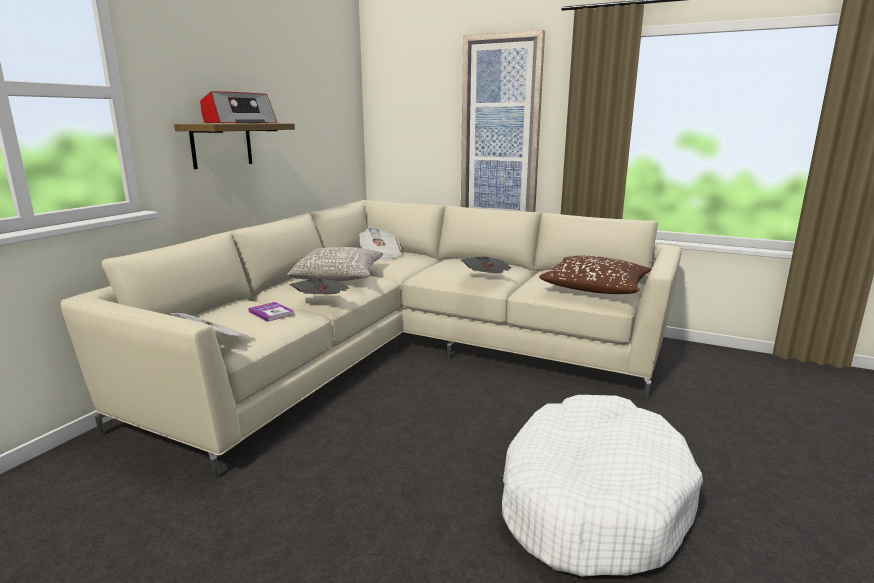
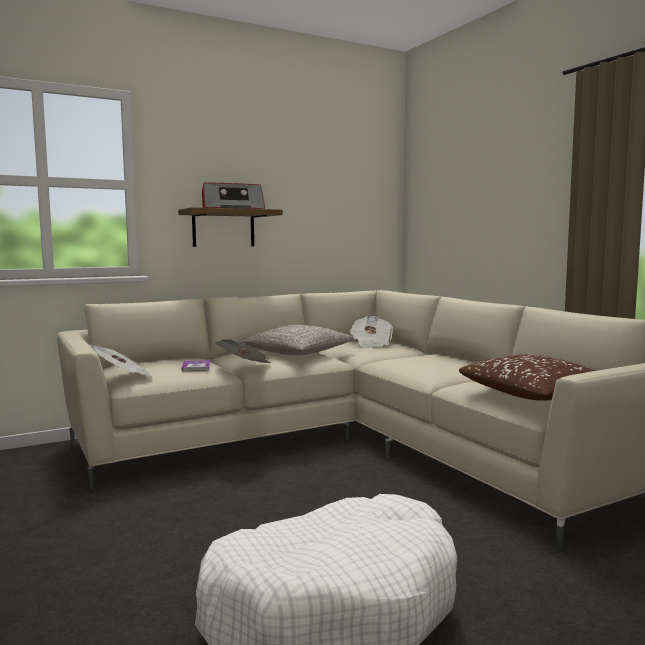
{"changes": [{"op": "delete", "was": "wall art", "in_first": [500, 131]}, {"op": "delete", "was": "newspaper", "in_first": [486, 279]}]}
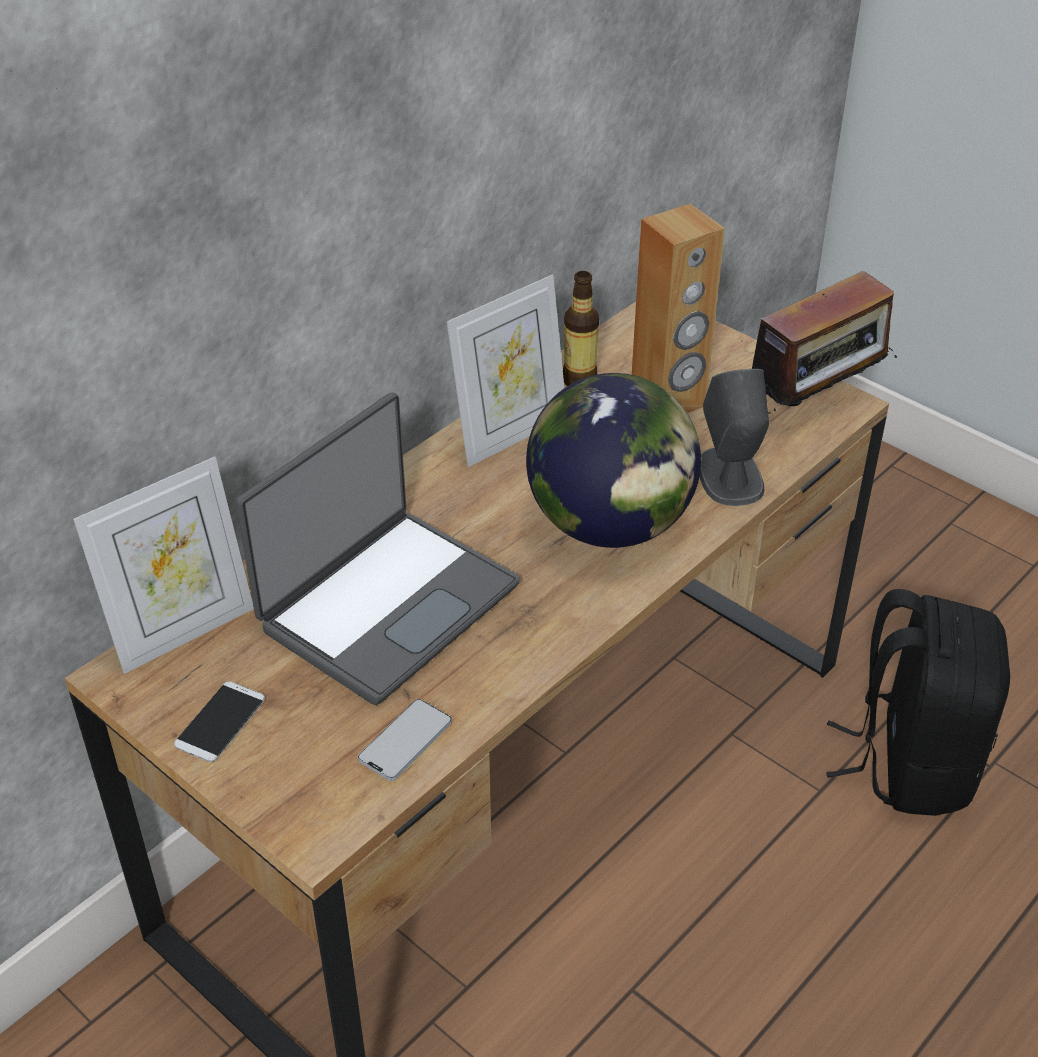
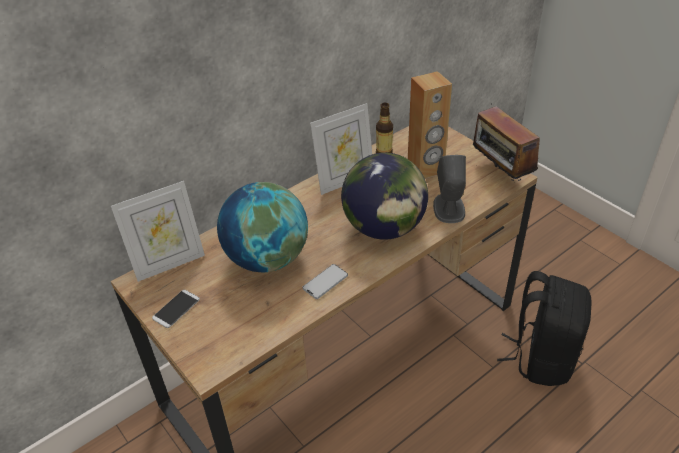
{"changes": [{"op": "replace", "was": "laptop", "now": "globe", "in_first": [386, 605], "in_second": [267, 258]}, {"op": "move", "was": "telephone", "in_first": [405, 741], "in_second": [325, 282]}, {"op": "rotate", "was": "radio", "in_first": [816, 403], "in_second": [500, 174], "clockwise": 90}]}
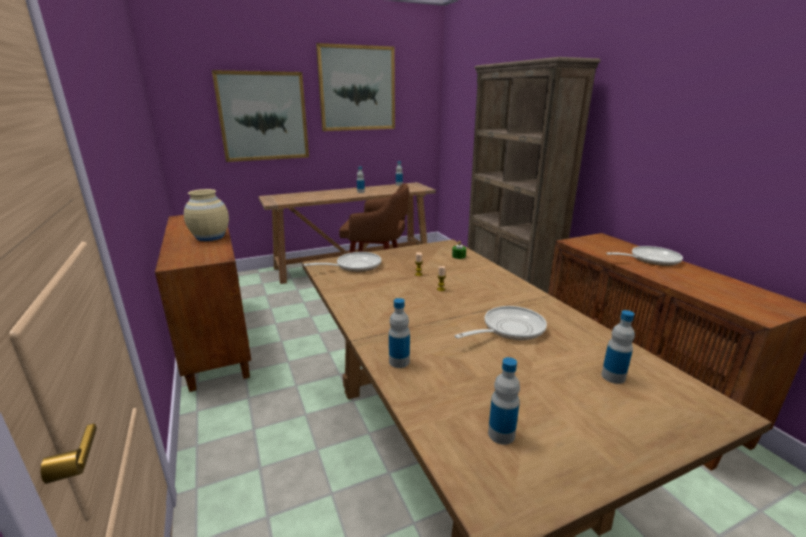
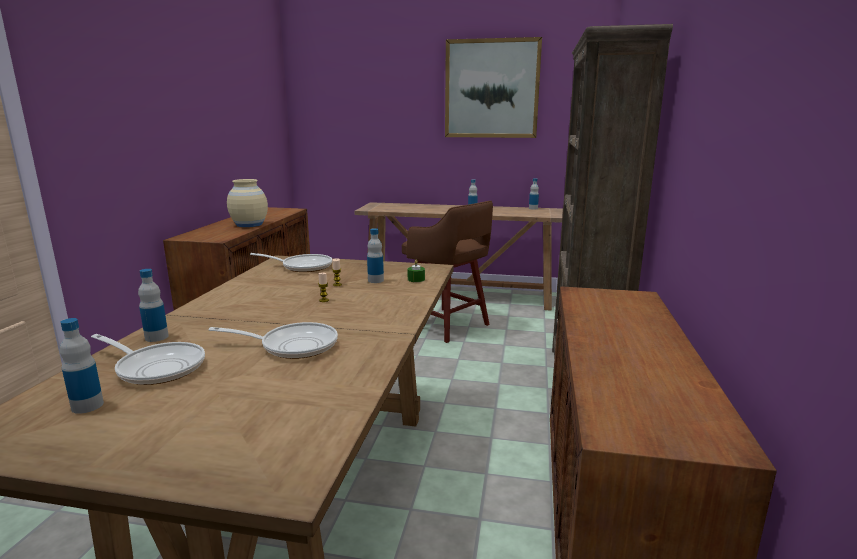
{"changes": [{"op": "delete", "was": "wall art", "in_first": [263, 116]}, {"op": "move", "was": "drink bottle", "in_first": [613, 376], "in_second": [375, 280]}, {"op": "move", "was": "skillet", "in_first": [650, 260], "in_second": [157, 367]}]}
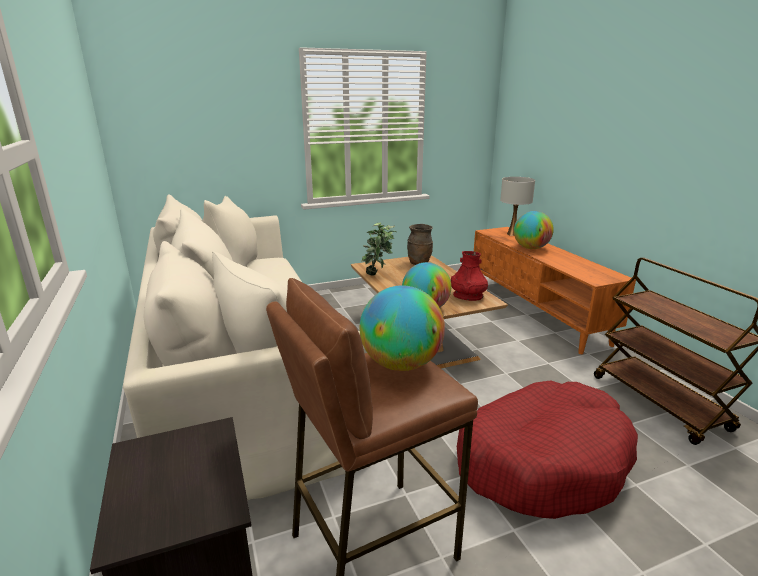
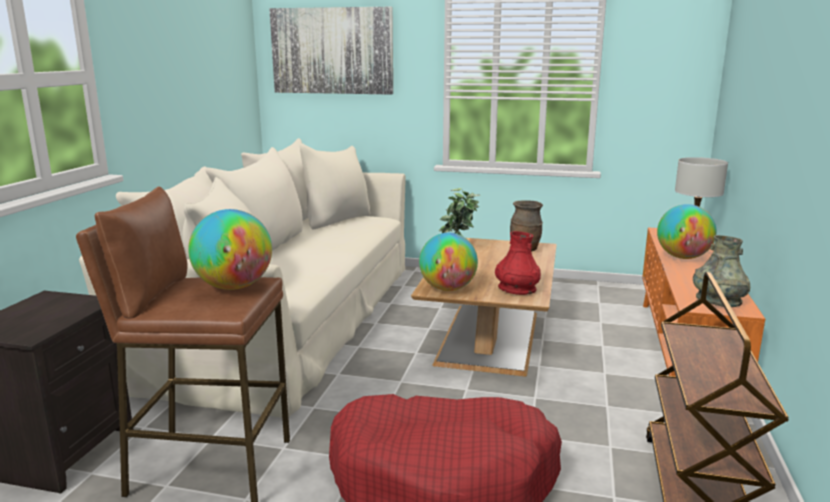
{"changes": [{"op": "insert", "now": "wall art", "in_second": [332, 51]}, {"op": "insert", "now": "greyish vase", "in_second": [718, 301]}]}
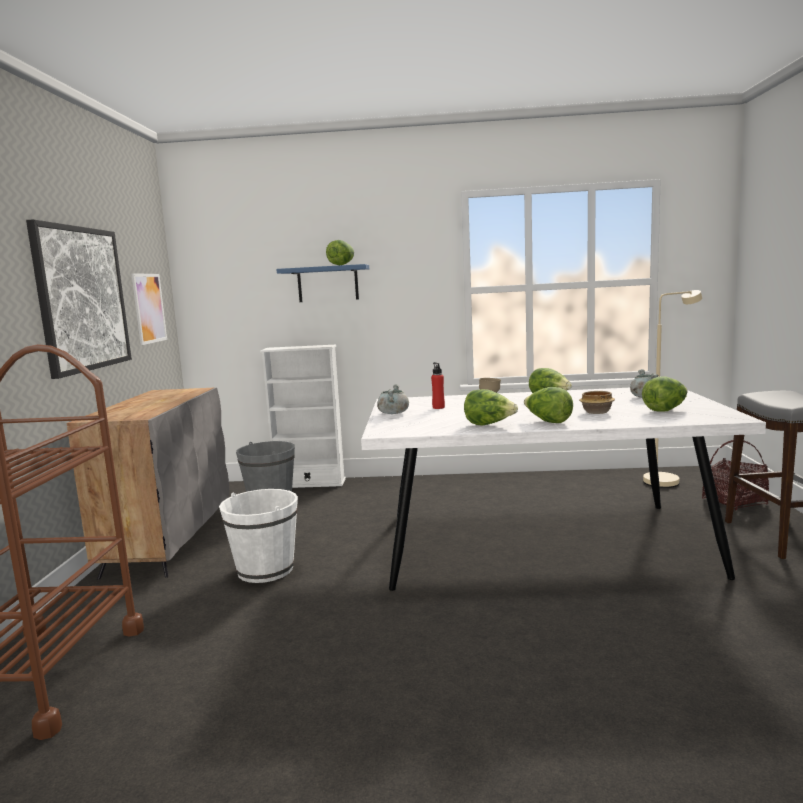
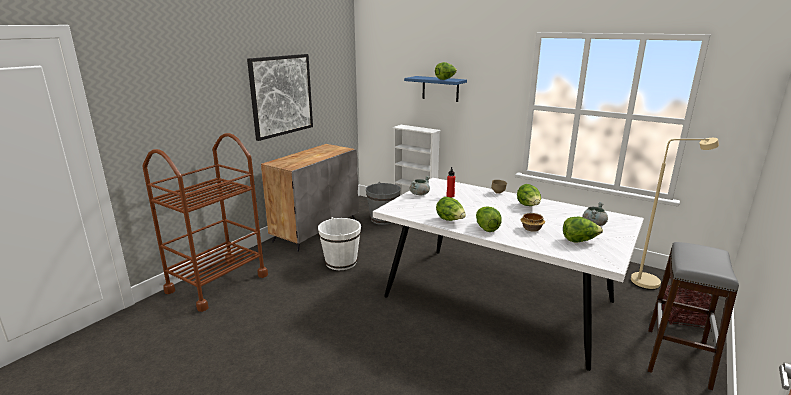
{"changes": [{"op": "delete", "was": "wall art", "in_first": [149, 308]}]}
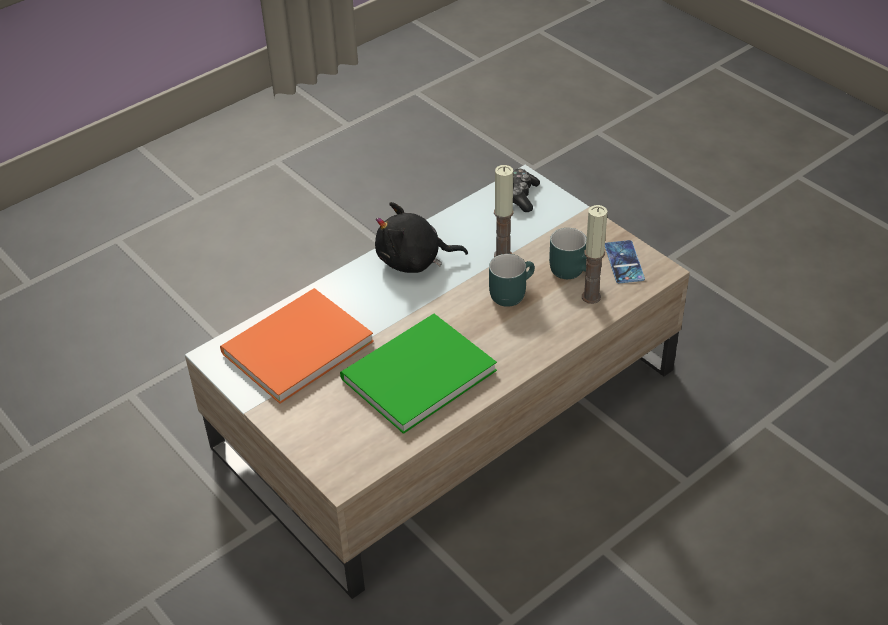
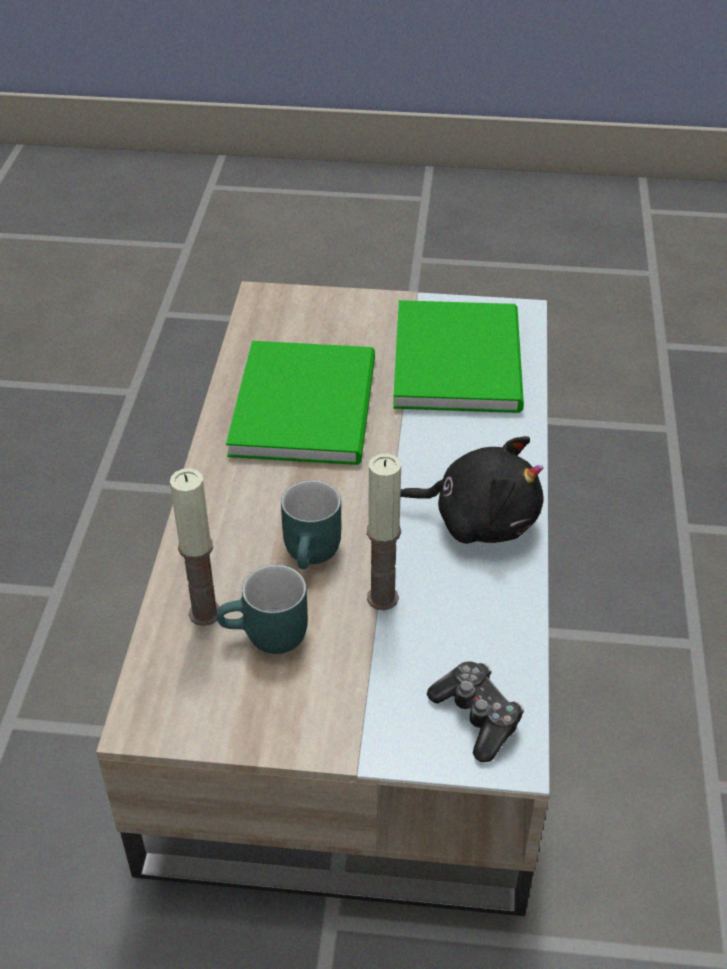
{"changes": [{"op": "recolor", "was": "orange bound book", "now": "green bound book", "in_first": [292, 347], "in_second": [461, 357]}, {"op": "rotate", "was": "blackish plush toy", "in_first": [414, 261], "in_second": [479, 519], "clockwise": 60}, {"op": "delete", "was": "telephone", "in_first": [624, 262]}]}
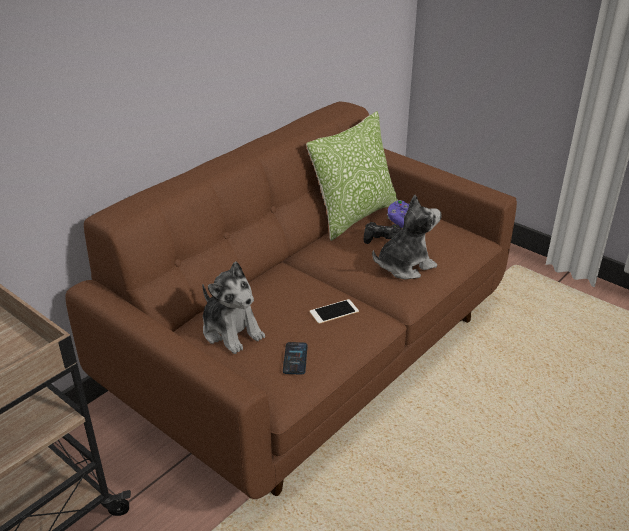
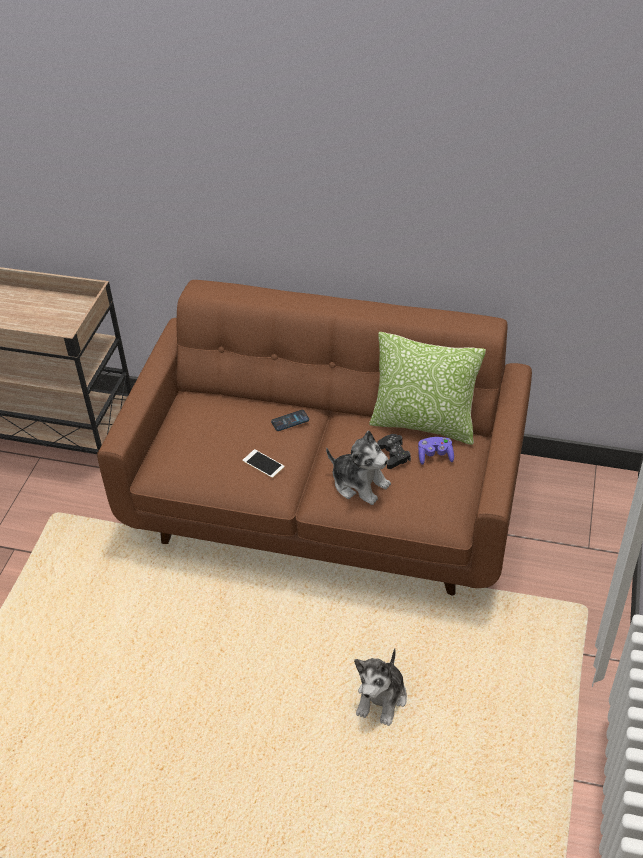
{"changes": [{"op": "move", "was": "plush toy", "in_first": [231, 331], "in_second": [382, 698]}, {"op": "move", "was": "telephone", "in_first": [295, 359], "in_second": [290, 421]}]}
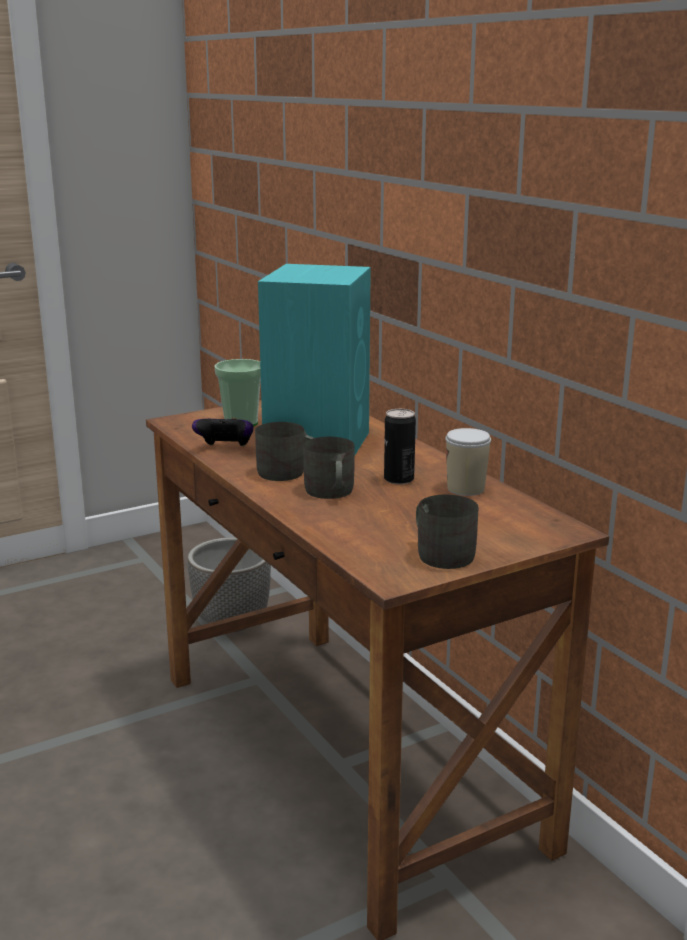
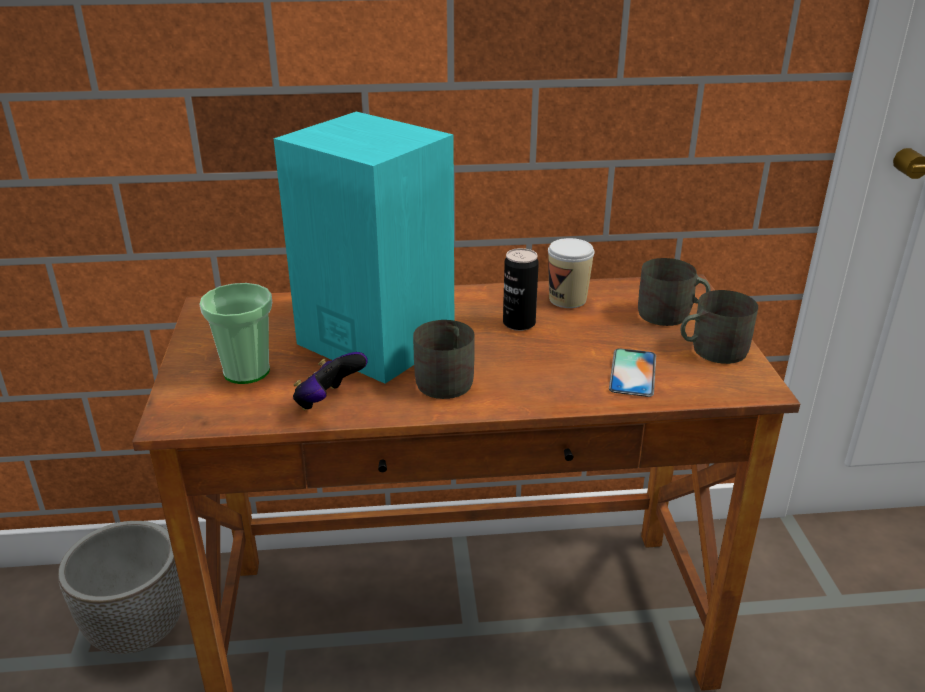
{"changes": [{"op": "move", "was": "greyish coffee mug", "in_first": [330, 492], "in_second": [671, 315]}, {"op": "insert", "now": "telephone", "in_second": [633, 373]}]}
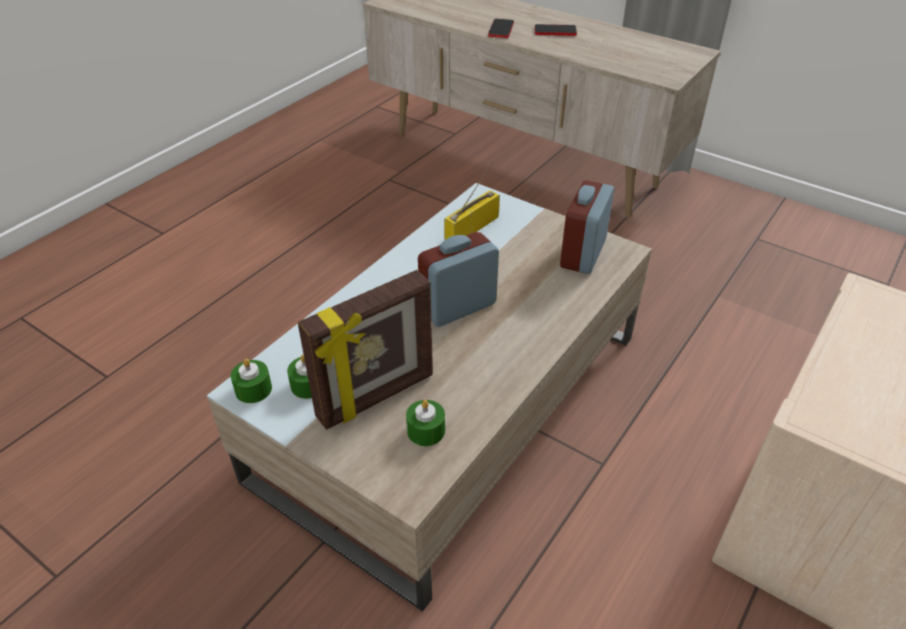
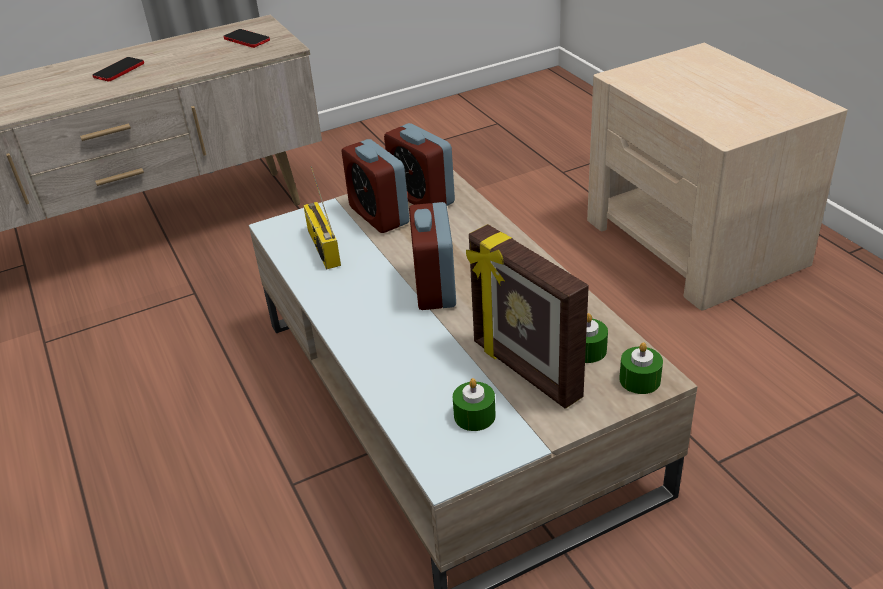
{"changes": [{"op": "move", "was": "green wax light", "in_first": [253, 389], "in_second": [639, 380]}, {"op": "rotate", "was": "standing frame", "in_first": [377, 397], "in_second": [524, 371], "clockwise": 150}, {"op": "move", "was": "telephone", "in_first": [501, 29], "in_second": [247, 39]}, {"op": "insert", "now": "table clock", "in_second": [379, 215]}]}
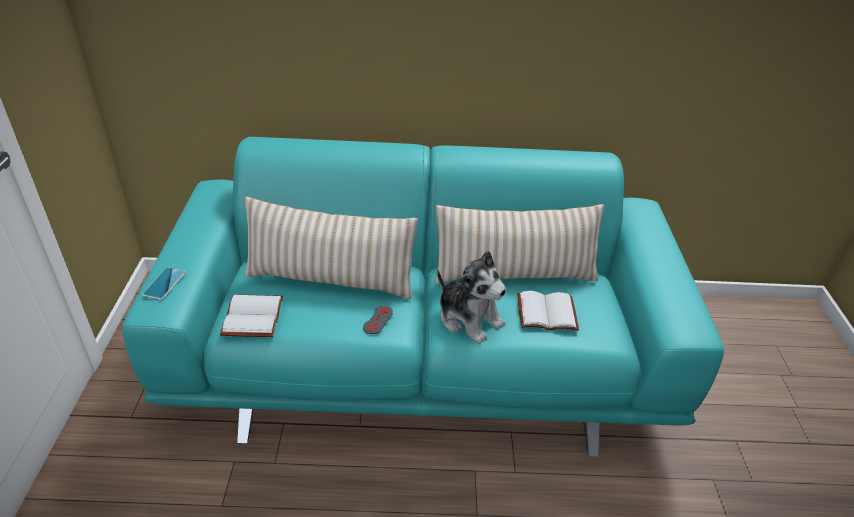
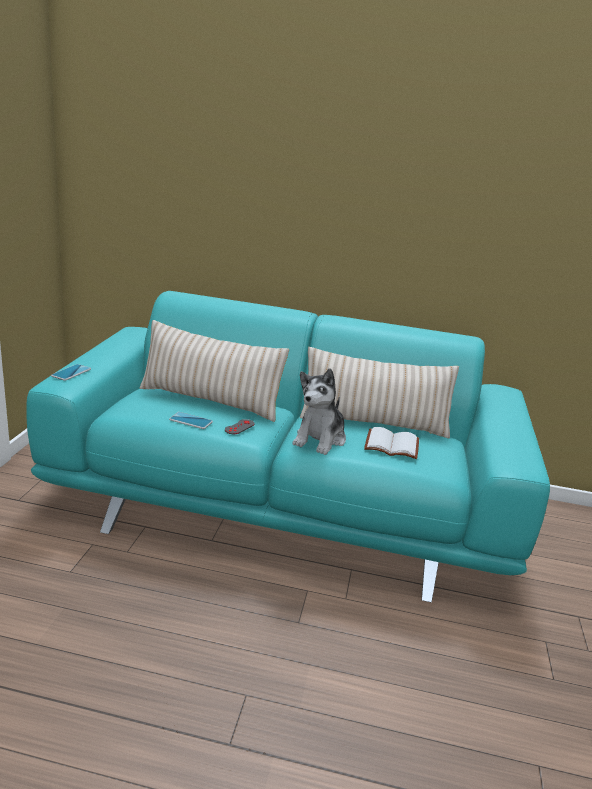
{"changes": [{"op": "delete", "was": "whitish bound book", "in_first": [251, 316]}, {"op": "rotate", "was": "plush toy", "in_first": [469, 318], "in_second": [320, 439], "clockwise": 60}, {"op": "insert", "now": "telephone", "in_second": [191, 421]}]}
